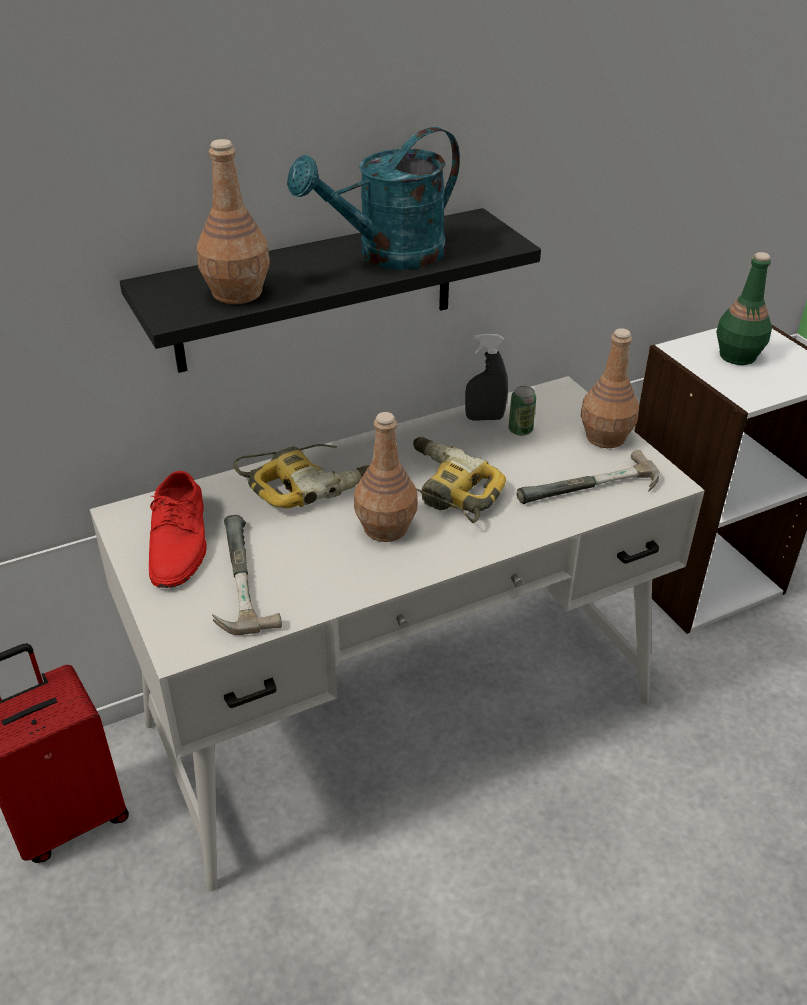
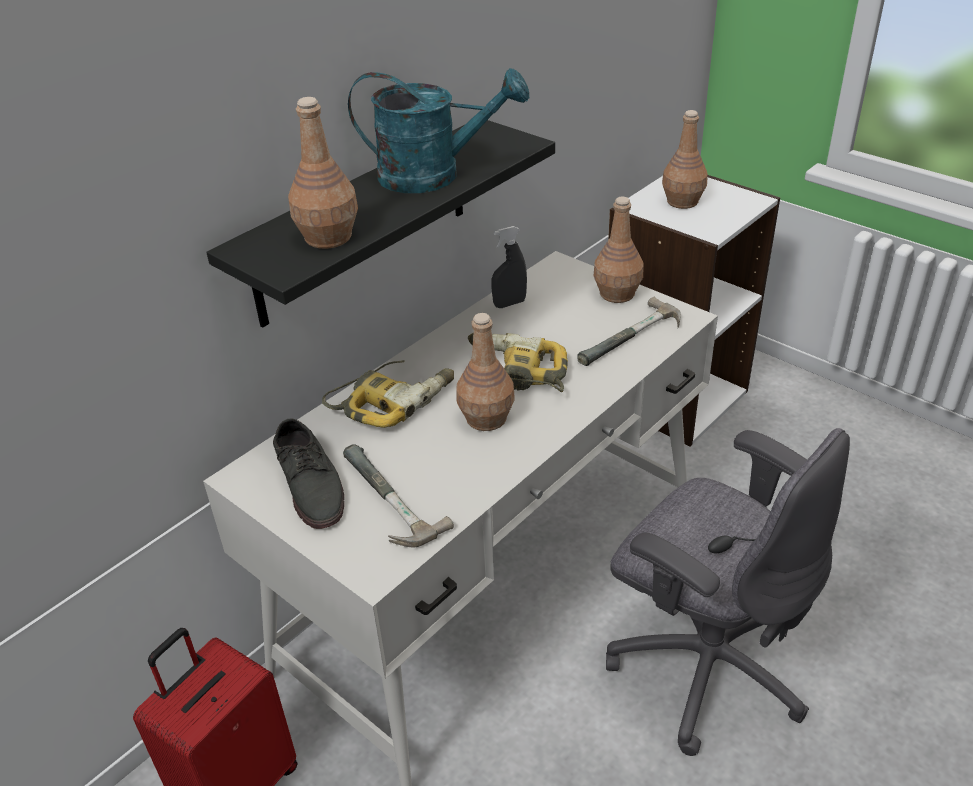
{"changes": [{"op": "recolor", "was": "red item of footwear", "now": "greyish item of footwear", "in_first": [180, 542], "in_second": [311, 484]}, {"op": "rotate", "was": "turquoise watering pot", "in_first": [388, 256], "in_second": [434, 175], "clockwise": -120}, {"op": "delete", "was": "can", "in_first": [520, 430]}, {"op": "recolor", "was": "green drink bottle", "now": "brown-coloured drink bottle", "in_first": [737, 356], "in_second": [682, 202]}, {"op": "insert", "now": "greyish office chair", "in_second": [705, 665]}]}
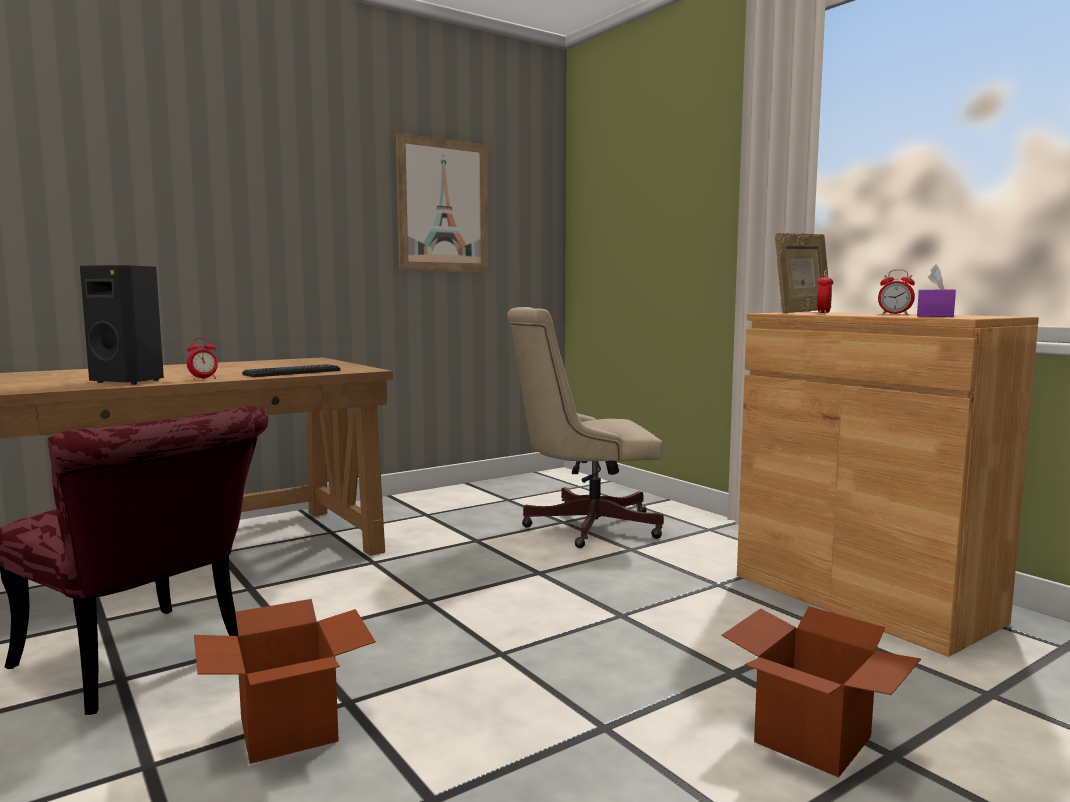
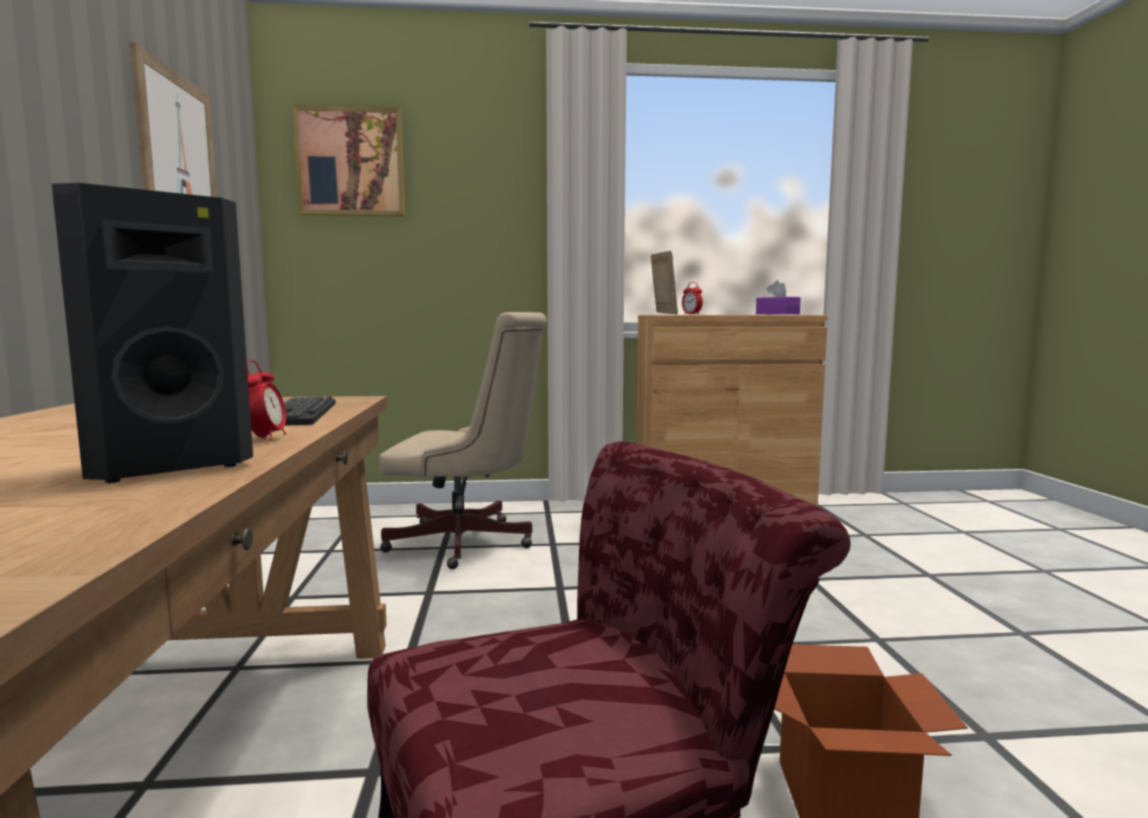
{"changes": [{"op": "rotate", "was": "beige office chair", "in_first": [583, 526], "in_second": [469, 543], "clockwise": -105}, {"op": "delete", "was": "packing box", "in_first": [812, 739]}, {"op": "delete", "was": "table clock", "in_first": [895, 314]}, {"op": "insert", "now": "wall art", "in_second": [351, 162]}]}
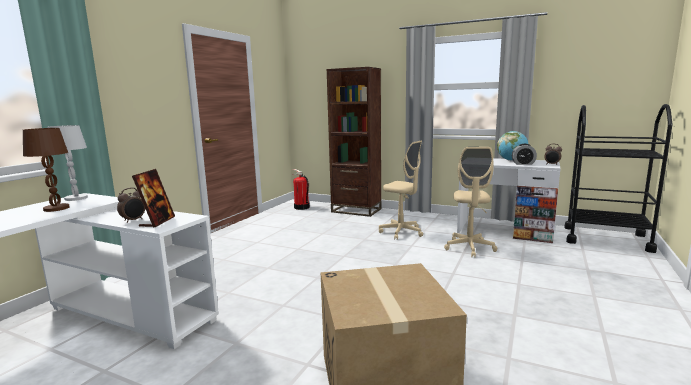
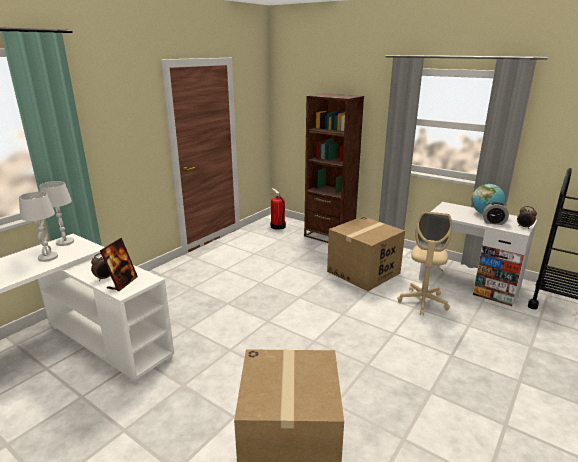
{"changes": [{"op": "recolor", "was": "brown-coloured table lamp", "now": "whitish table lamp", "in_first": [56, 208], "in_second": [48, 257]}, {"op": "replace", "was": "beige office chair", "now": "packing box", "in_first": [401, 232], "in_second": [363, 272]}]}
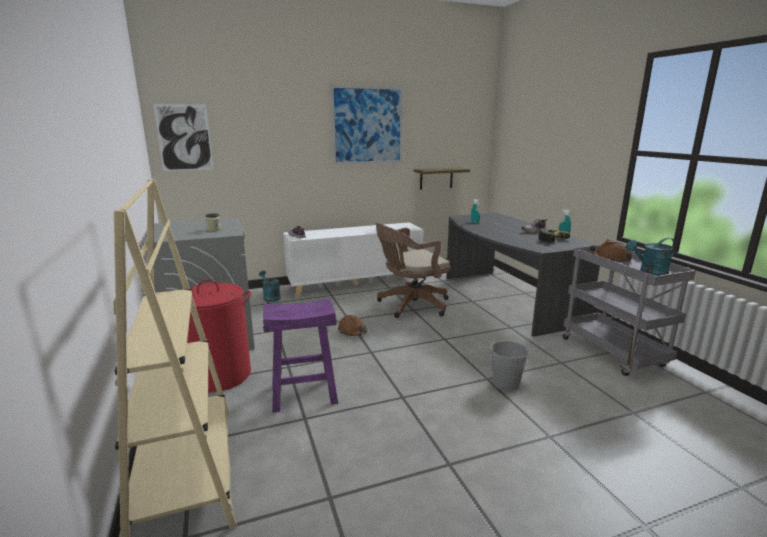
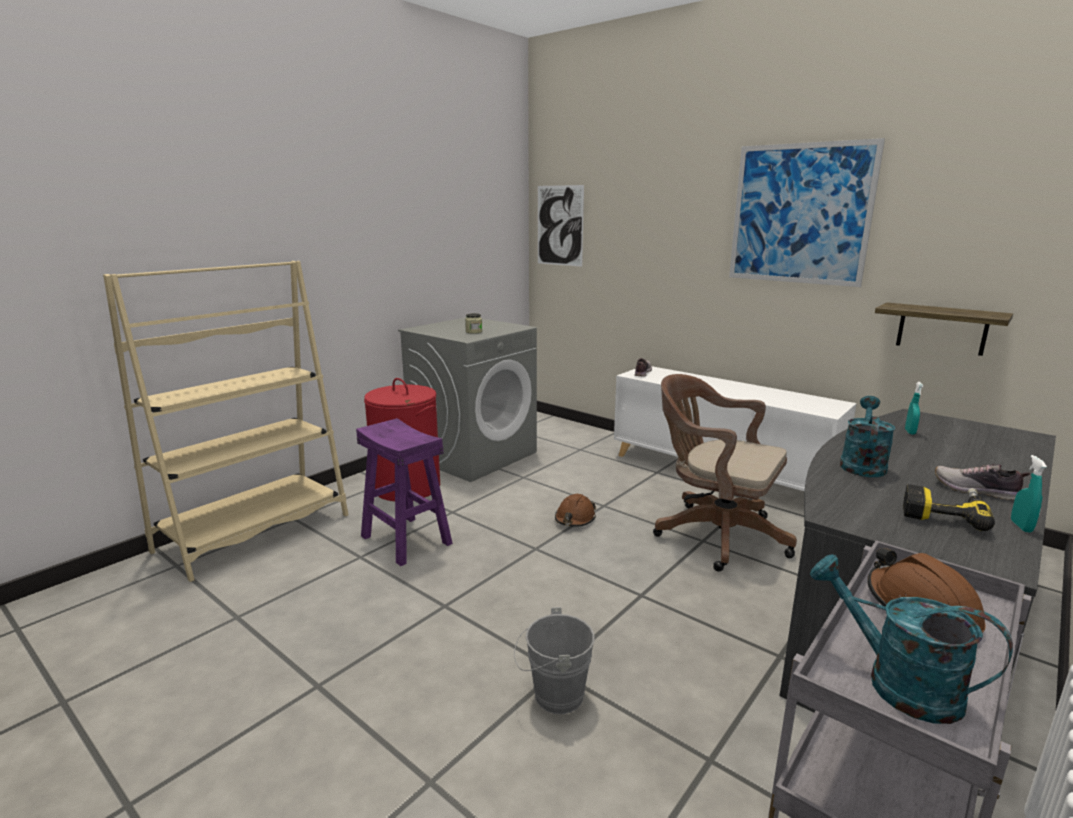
{"changes": [{"op": "move", "was": "turquoise watering pot", "in_first": [270, 297], "in_second": [862, 464]}]}
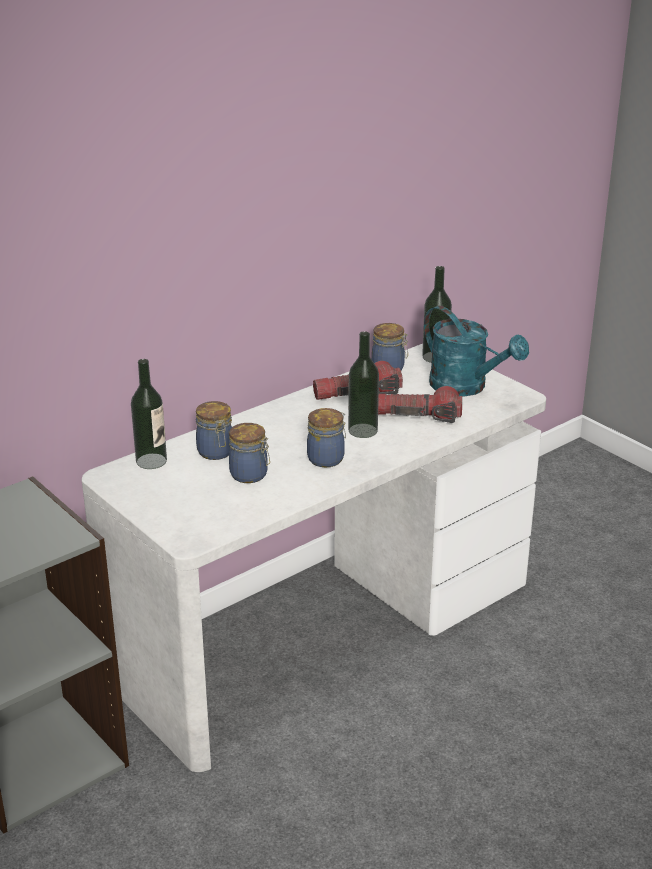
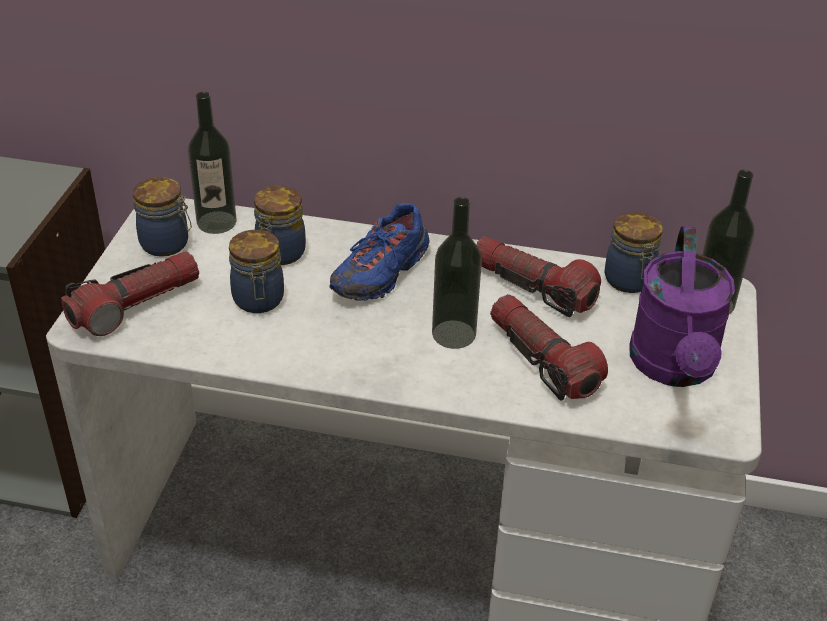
{"changes": [{"op": "move", "was": "storage jar", "in_first": [327, 458], "in_second": [167, 244]}, {"op": "recolor", "was": "turquoise watering pot", "now": "purple-coloured watering pot", "in_first": [466, 387], "in_second": [674, 368]}, {"op": "insert", "now": "torch", "in_second": [135, 305]}, {"op": "insert", "now": "bluish item of footwear", "in_second": [381, 274]}]}
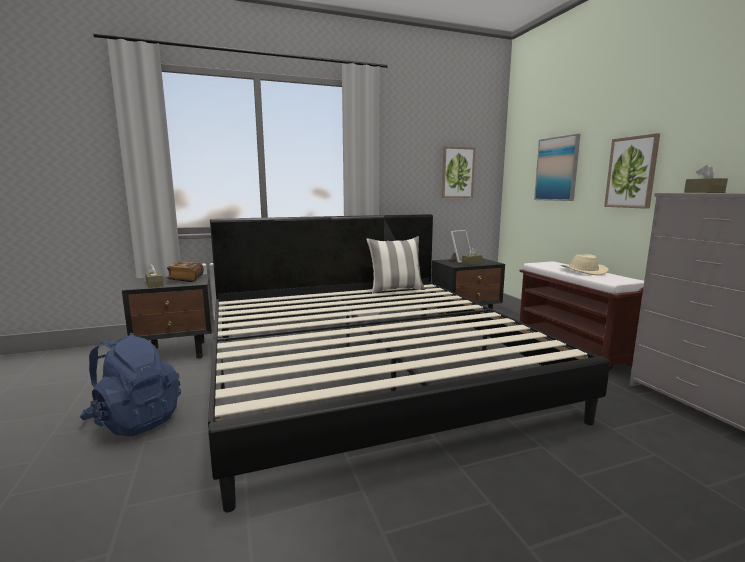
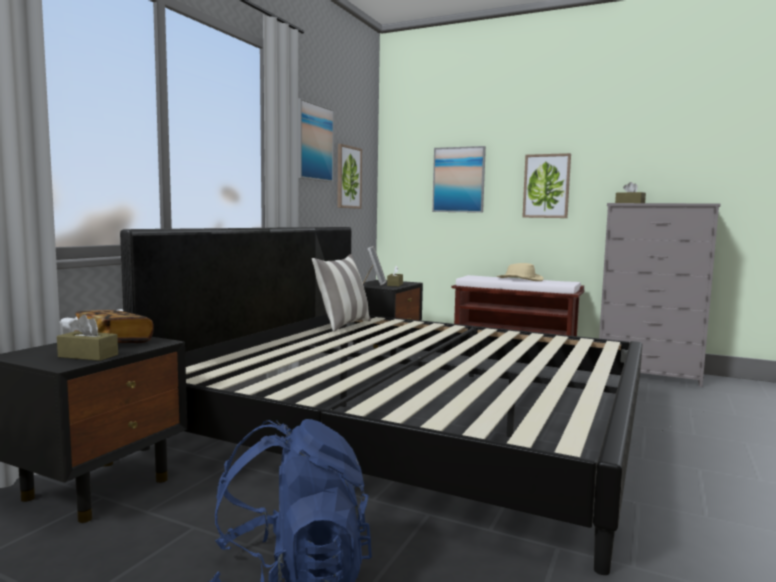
{"changes": [{"op": "insert", "now": "wall art", "in_second": [313, 142]}]}
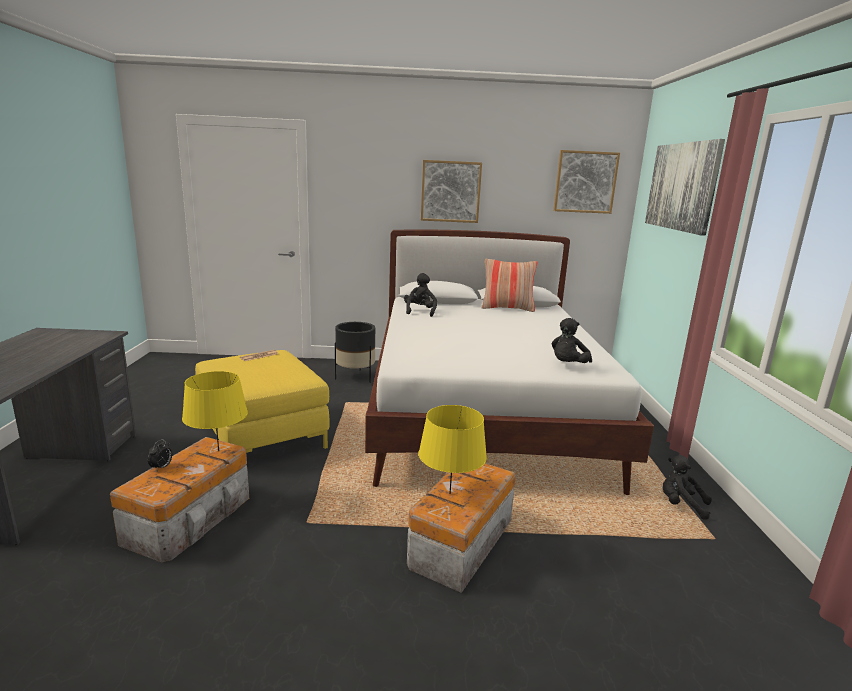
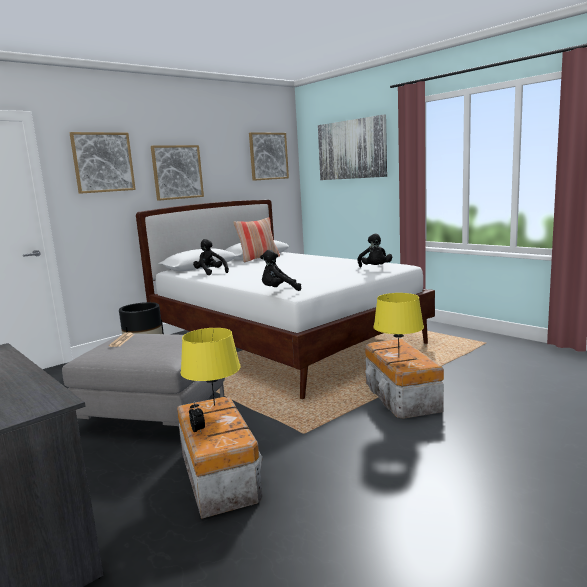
{"changes": [{"op": "recolor", "was": "yellow ottoman", "now": "greyish ottoman", "in_first": [262, 434], "in_second": [153, 415]}, {"op": "move", "was": "blackish plush toy", "in_first": [681, 505], "in_second": [279, 291]}, {"op": "insert", "now": "wall art", "in_second": [103, 162]}]}
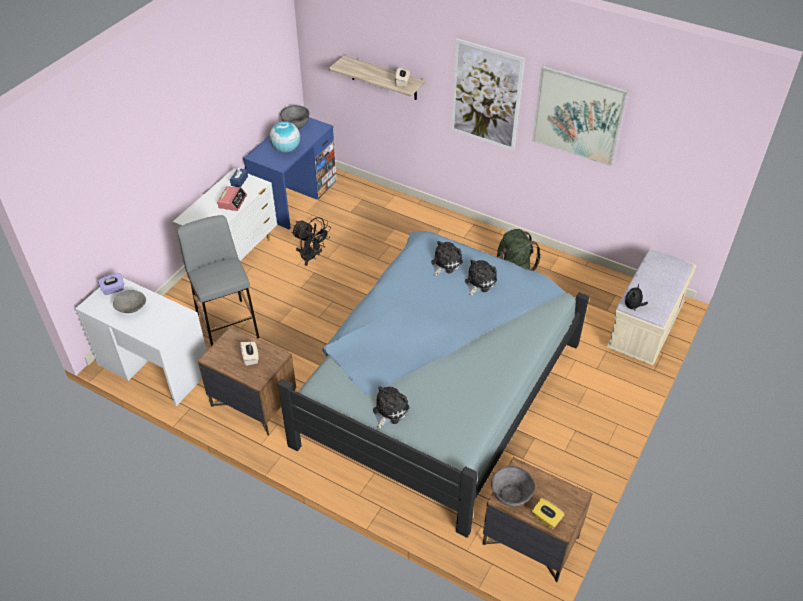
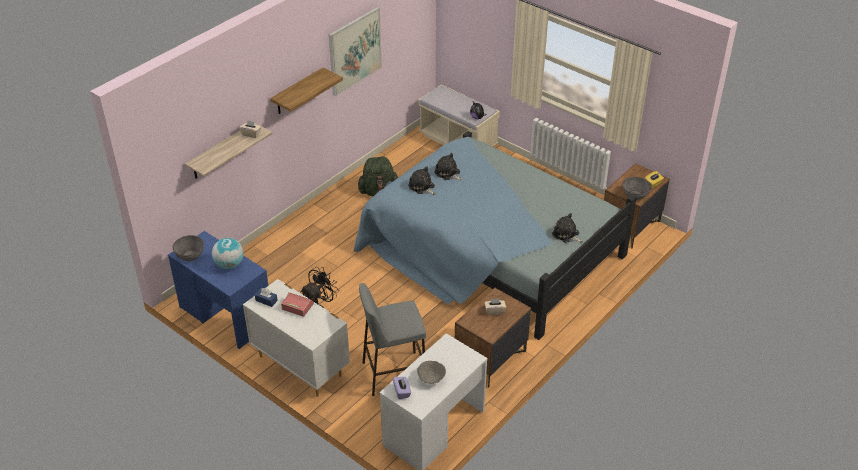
{"changes": [{"op": "replace", "was": "wall art", "now": "bracket shelf", "in_first": [486, 95], "in_second": [297, 92]}]}
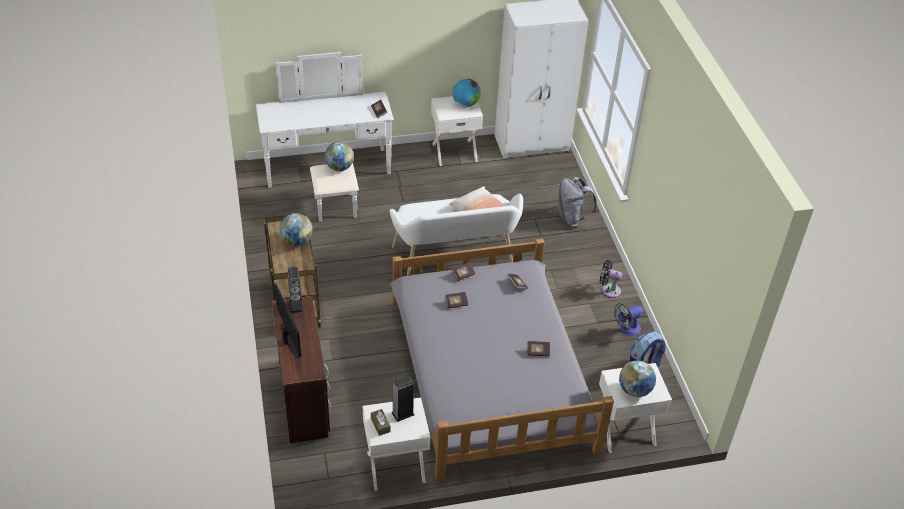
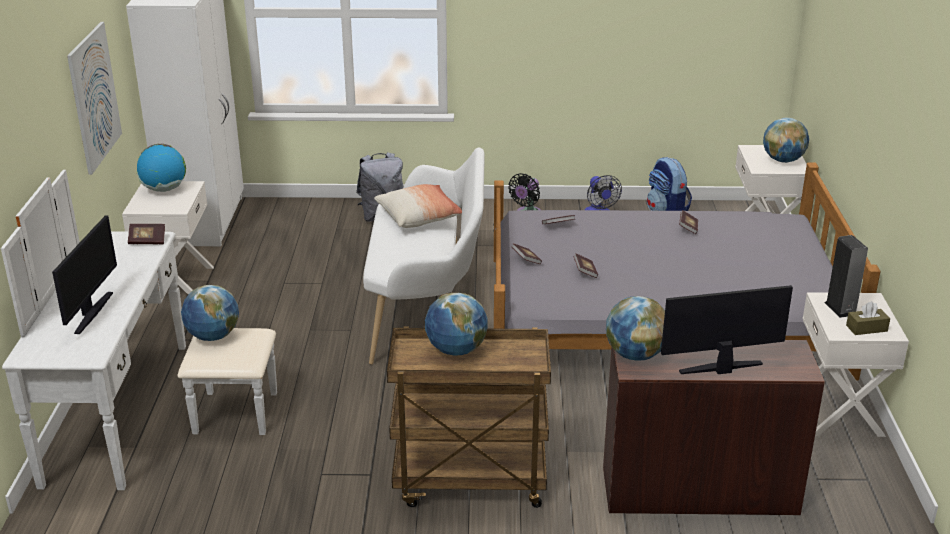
{"changes": [{"op": "replace", "was": "loudspeaker", "now": "globe", "in_first": [296, 305], "in_second": [635, 355]}, {"op": "insert", "now": "monitor", "in_second": [91, 312]}, {"op": "insert", "now": "wall art", "in_second": [94, 97]}]}
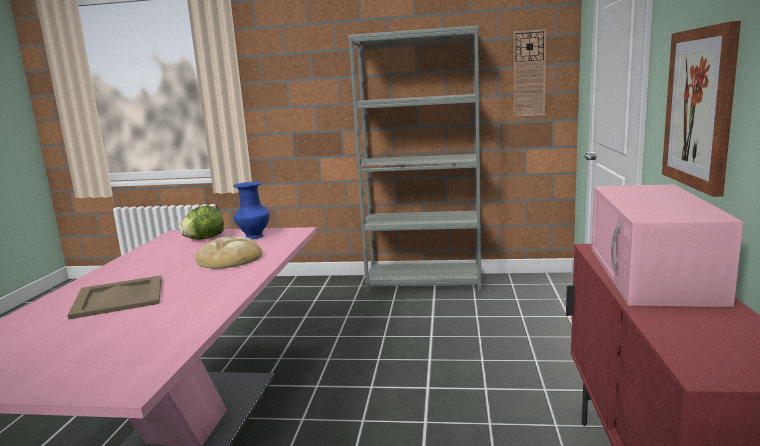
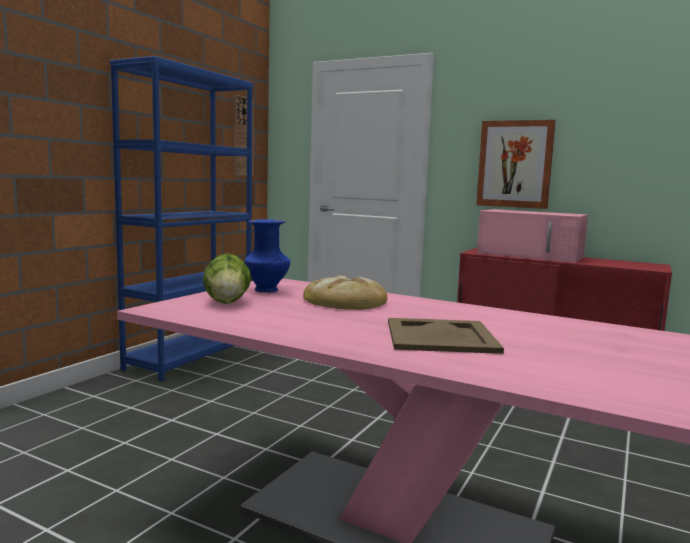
{"changes": [{"op": "recolor", "was": "greyish shelving unit", "now": "bluish shelving unit", "in_first": [424, 283], "in_second": [190, 357]}]}
